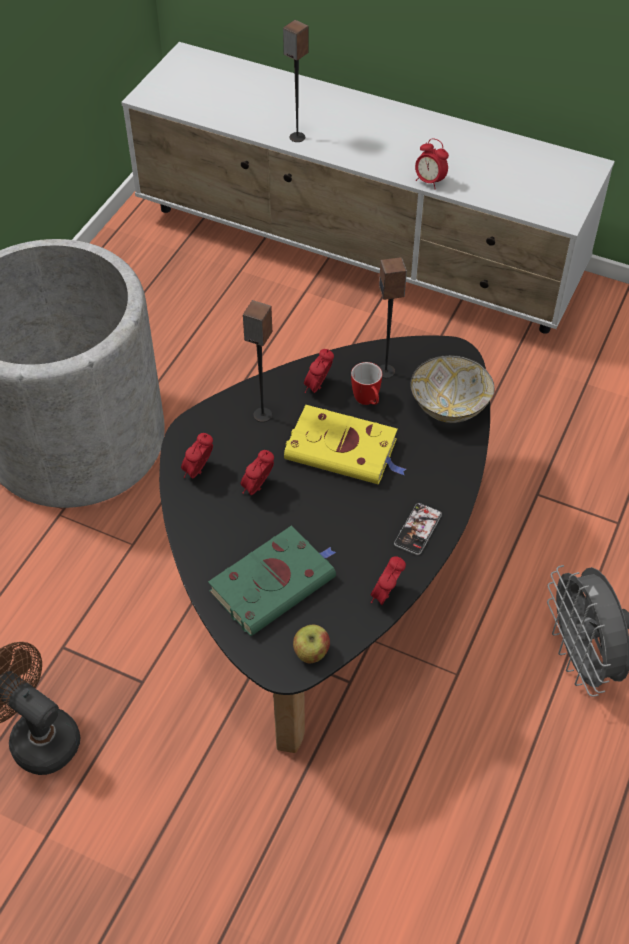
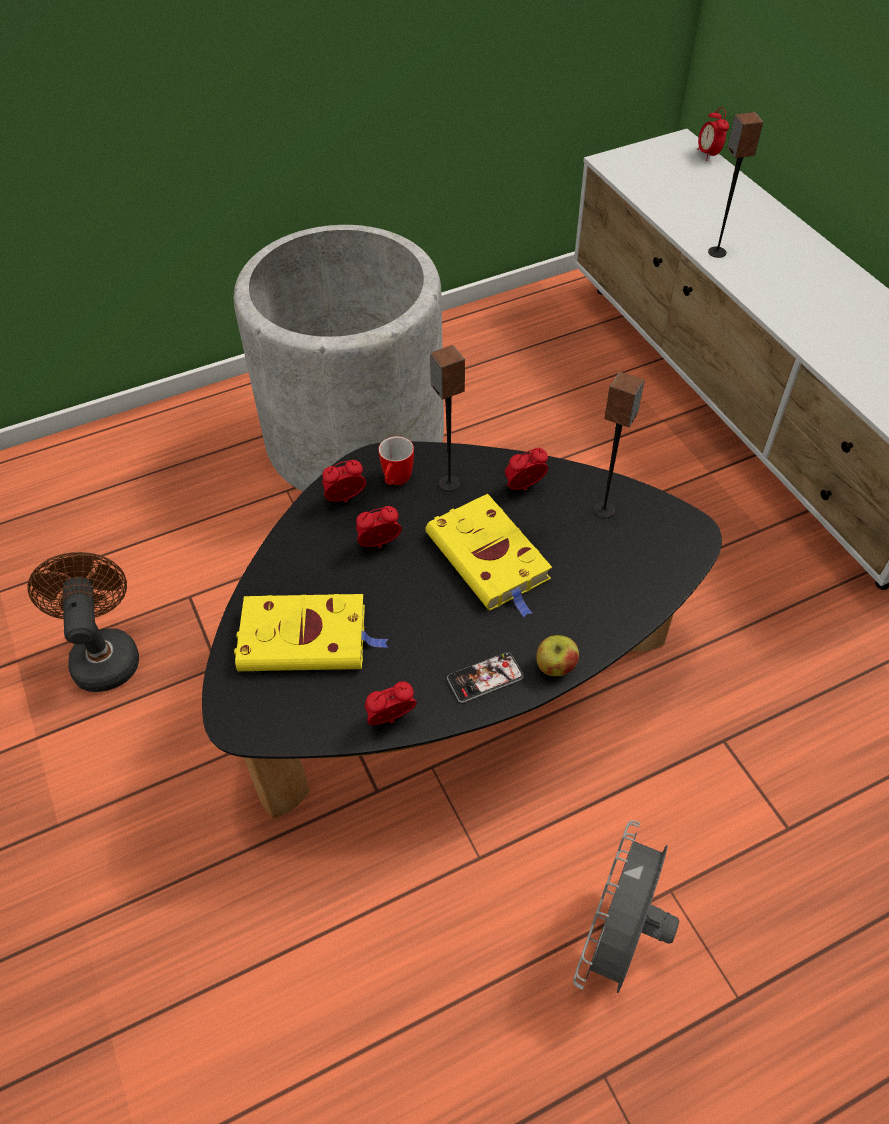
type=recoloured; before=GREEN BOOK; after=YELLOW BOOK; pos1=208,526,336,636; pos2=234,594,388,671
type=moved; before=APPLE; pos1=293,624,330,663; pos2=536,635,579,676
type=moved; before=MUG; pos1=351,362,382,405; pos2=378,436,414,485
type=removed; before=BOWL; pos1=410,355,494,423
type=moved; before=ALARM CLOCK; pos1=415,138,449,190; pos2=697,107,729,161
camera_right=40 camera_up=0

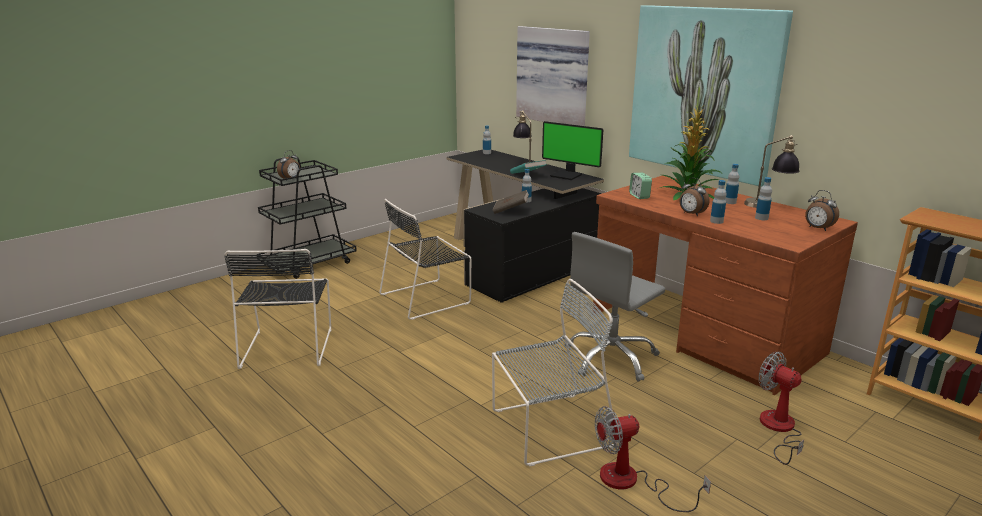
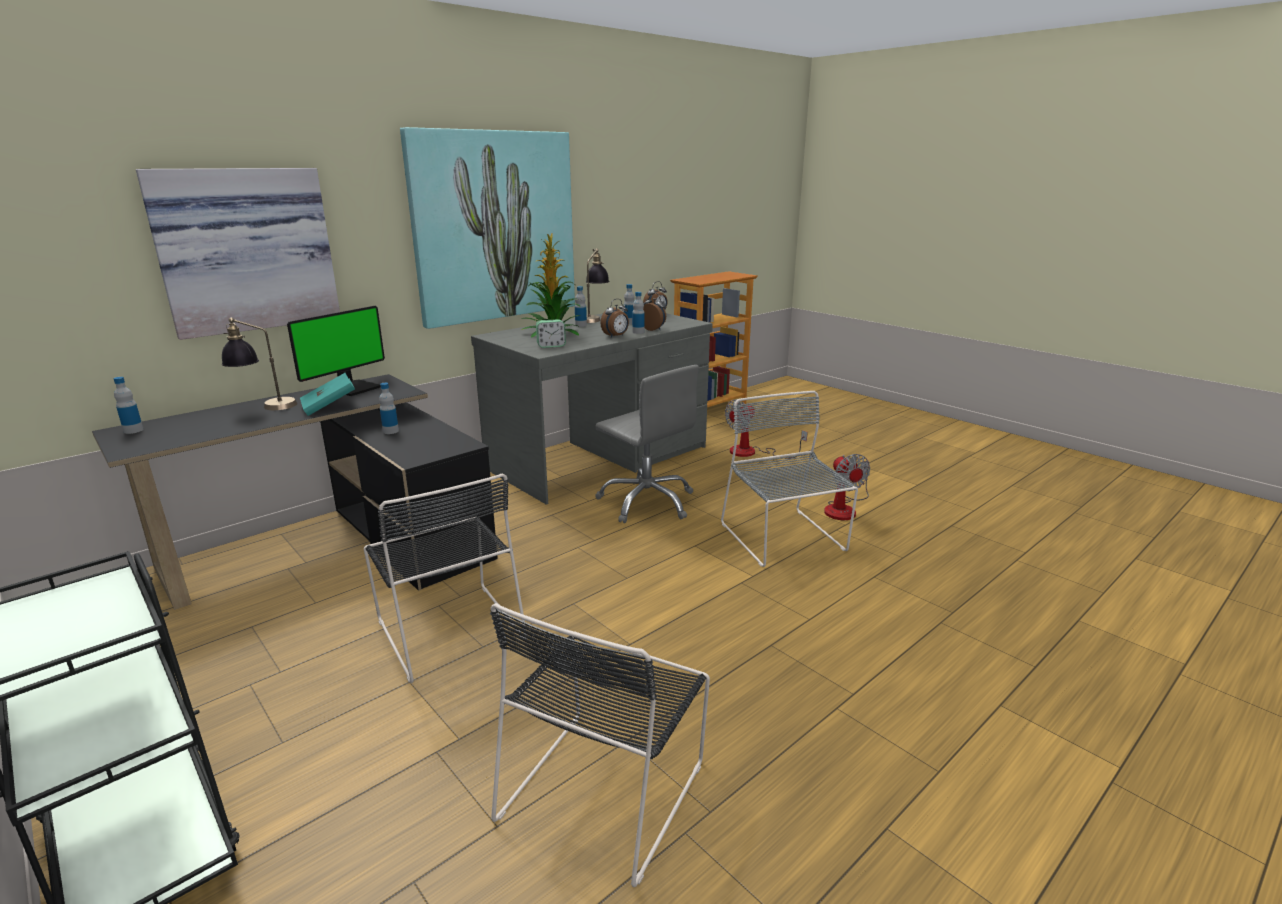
type=turned; before=BLACK CHAIR; pos1=224,249,331,369; pos2=490,603,710,887; turn=120
type=moved; before=ALARM CLOCK; pos1=277,150,300,181; pos2=643,293,666,331
type=removed; before=BROWN BOOK; pos1=492,190,529,214
type=recoloured; before=BROWN DESK; after=GREY DESK; pos1=592,176,858,395; pos2=471,310,713,505
camera_right=-90 camera_up=0

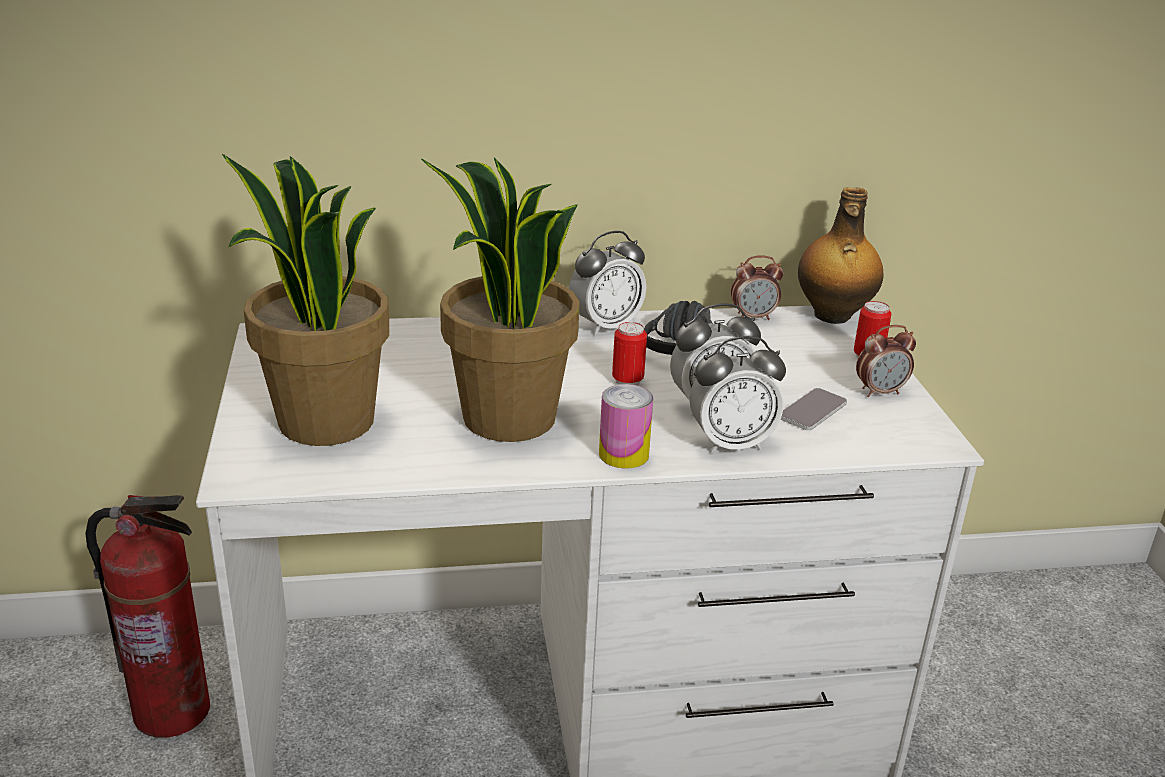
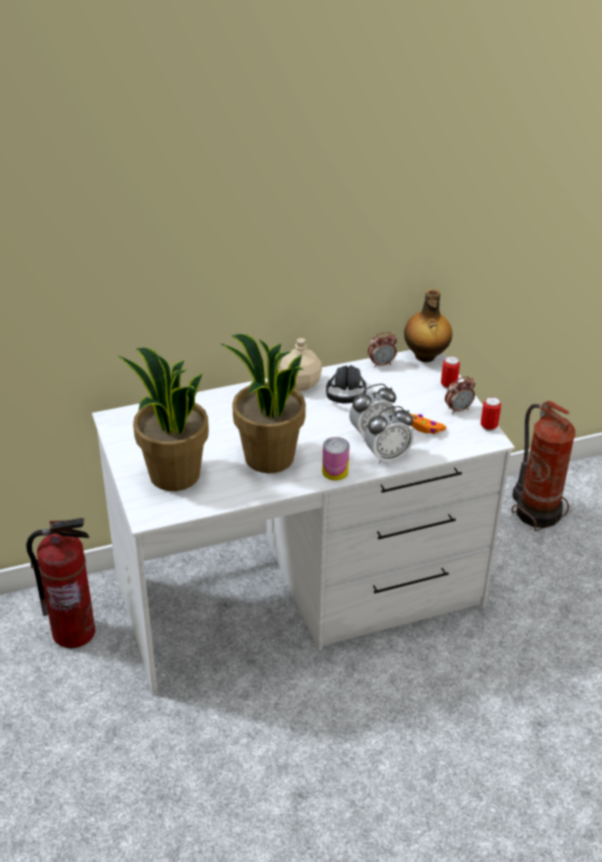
type=replaced; before=ALARM CLOCK; after=BEIGE BOTTLE; pos1=569,231,646,335; pos2=279,338,322,391
type=moved; before=CAN; pos1=612,322,647,386; pos2=481,397,501,431
type=replaced; before=PHONE; after=ORANGE GAME CONTROLLER; pos1=781,388,847,430; pos2=411,414,447,434
type=added; after=FIRE EXTINGUISHER; pos2=511,401,575,531
camera_right=-10 camera_up=10

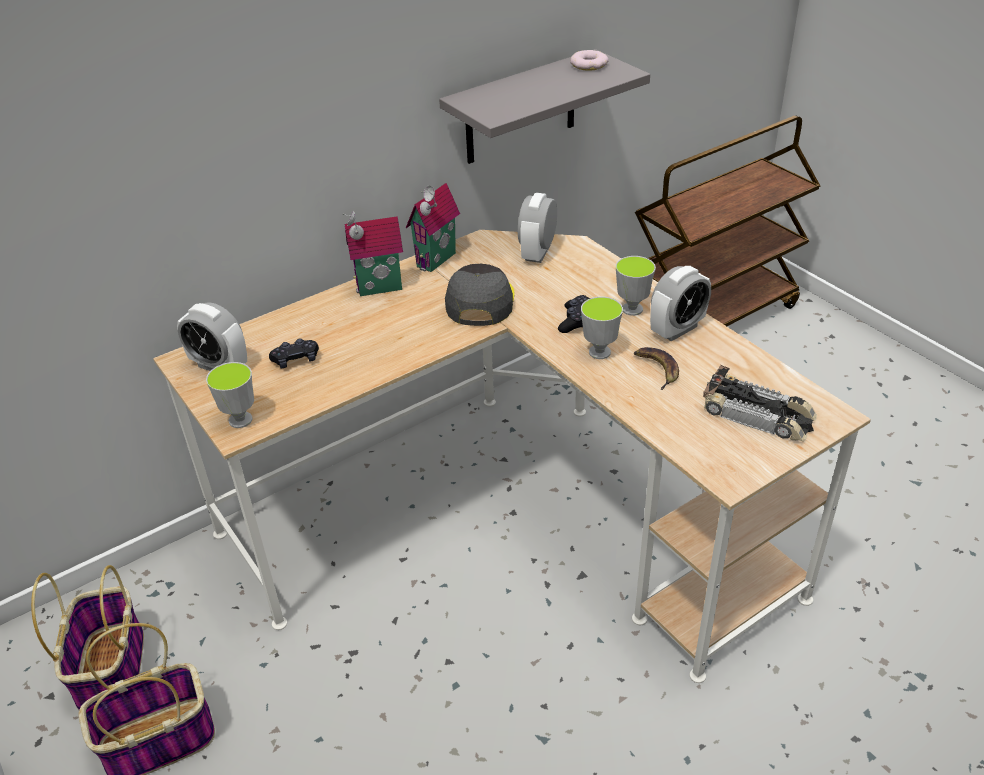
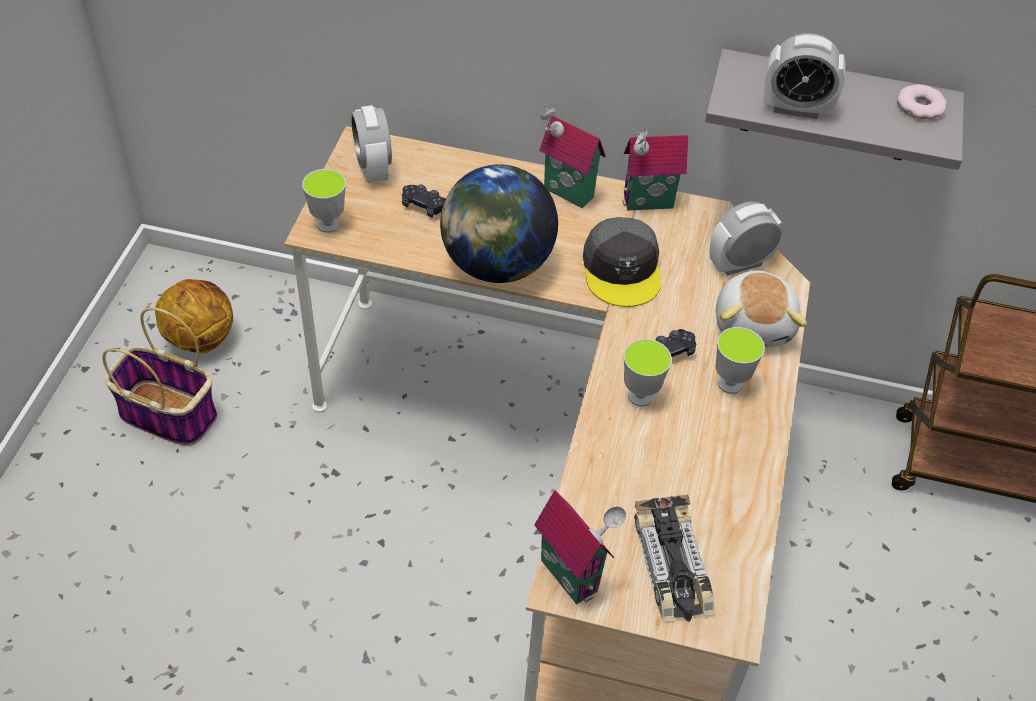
type=replaced; before=BASKET; after=BASKETBALL; pos1=31,565,144,710; pos2=155,279,233,353
type=turned; before=GREY CAP; pos1=445,264,515,326; pos2=583,217,661,307; turn=120
type=removed; before=BANANA; pos1=634,347,679,390
type=moved; before=ALARM CLOCK; pos1=650,266,711,341; pos2=764,33,845,119
type=added; after=GLOBE; pos2=440,164,558,283
type=added; after=TOY HOUSE; pos2=534,490,626,605
type=added; after=PLUSH TOY; pos2=716,271,807,347
camera_right=45 camera_up=10

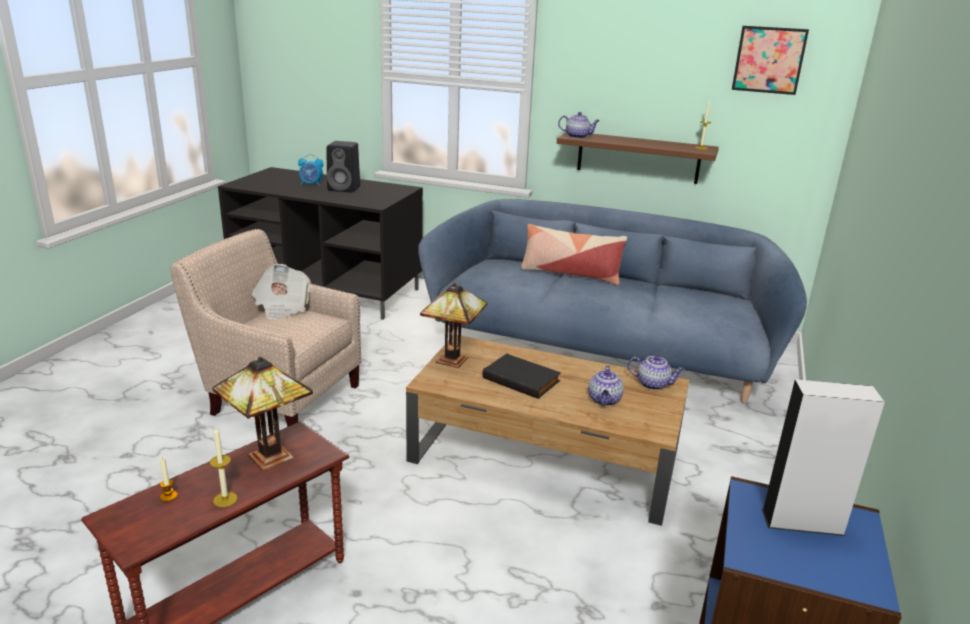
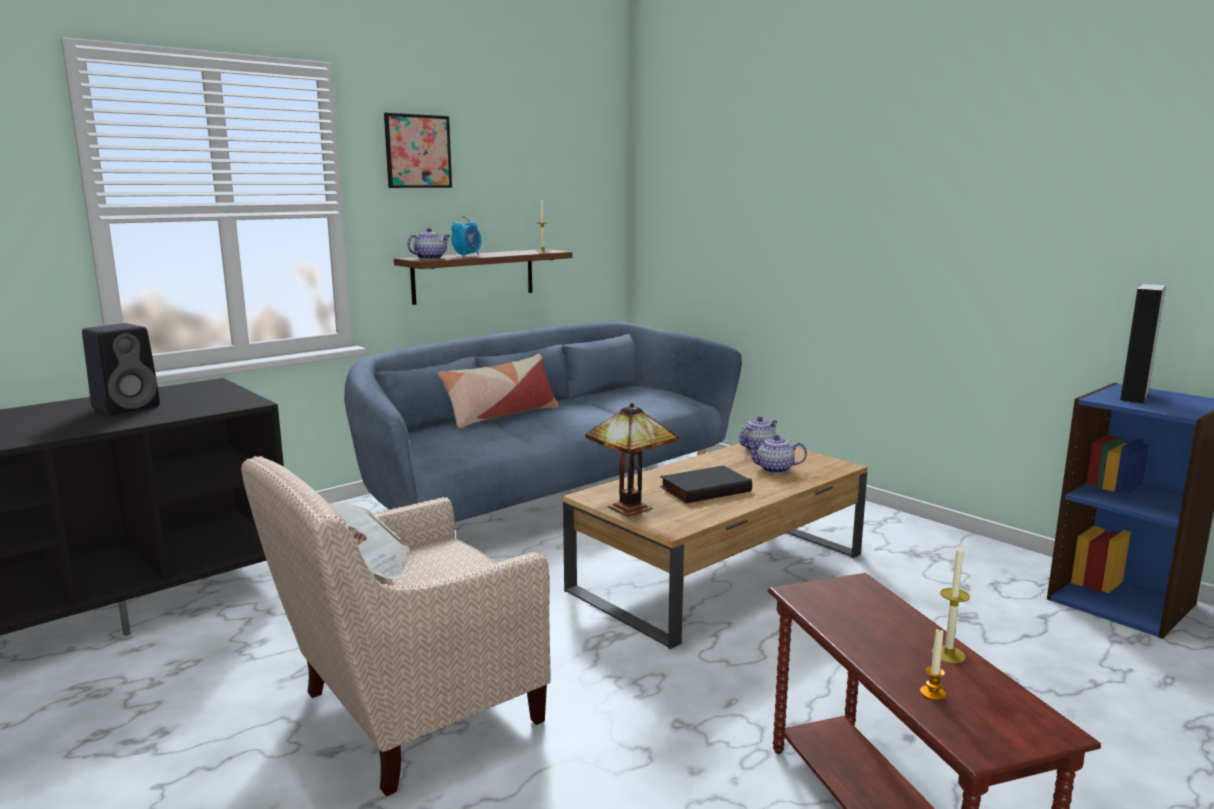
type=removed; before=TABLE LAMP; pos1=212,357,313,471
type=moved; before=ALARM CLOCK; pos1=298,154,323,186; pos2=451,216,481,257
type=turned; before=TEAPOT; pos1=588,365,624,406; pos2=746,435,807,473; turn=150
type=moved; before=PICTURE; pos1=732,26,809,95; pos2=384,113,452,188
camera_right=-60 camera_up=-10

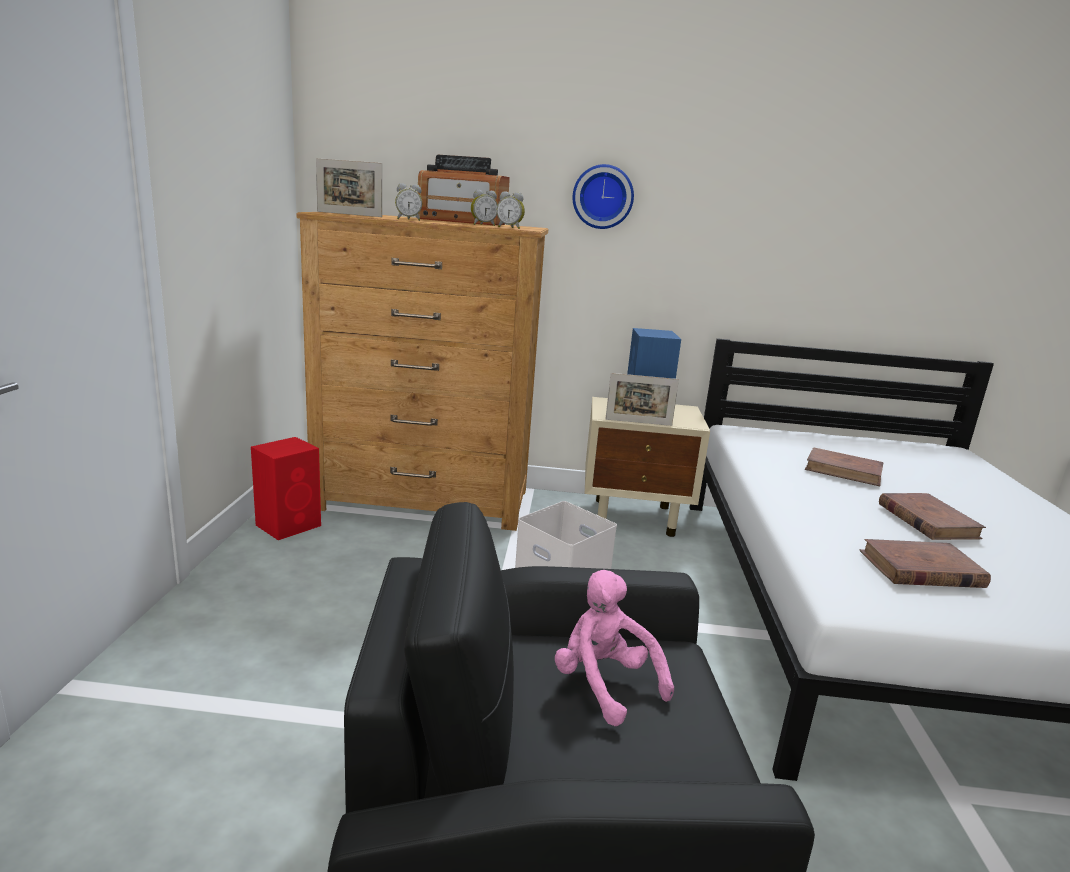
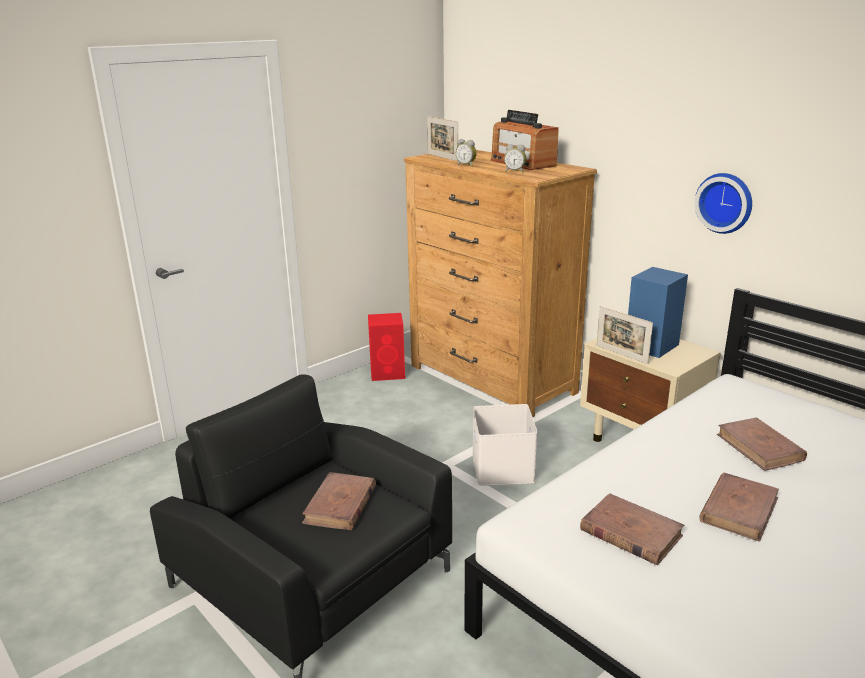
type=removed; before=ALARM CLOCK; pos1=497,191,525,229
type=replaced; before=PINK PLUSH TOY; after=BROWN BOOK; pos1=555,570,674,726; pos2=302,472,376,530
type=moved; before=WALL CLOCK; pos1=573,164,634,229; pos2=695,173,752,234
camera_right=45 camera_up=5

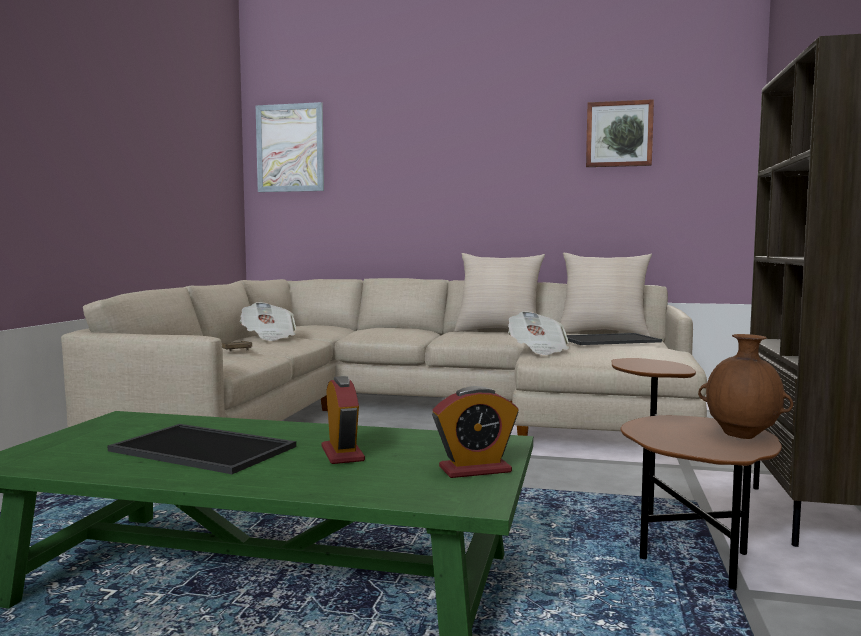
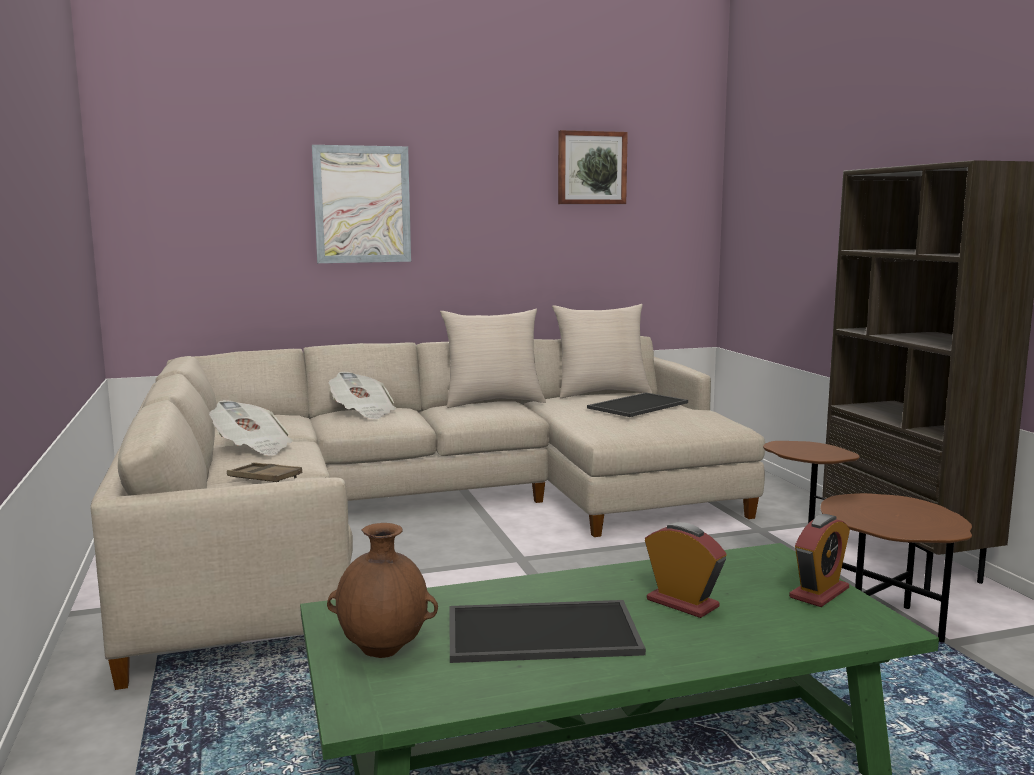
type=moved; before=PICTURE; pos1=256,102,324,192; pos2=312,145,411,263
type=moved; before=NEWSPAPER; pos1=508,311,569,355; pos2=329,372,397,420
type=moved; before=BROWN VASE; pos1=698,334,793,439; pos2=327,523,438,658
camera_right=-30 camera_up=5

